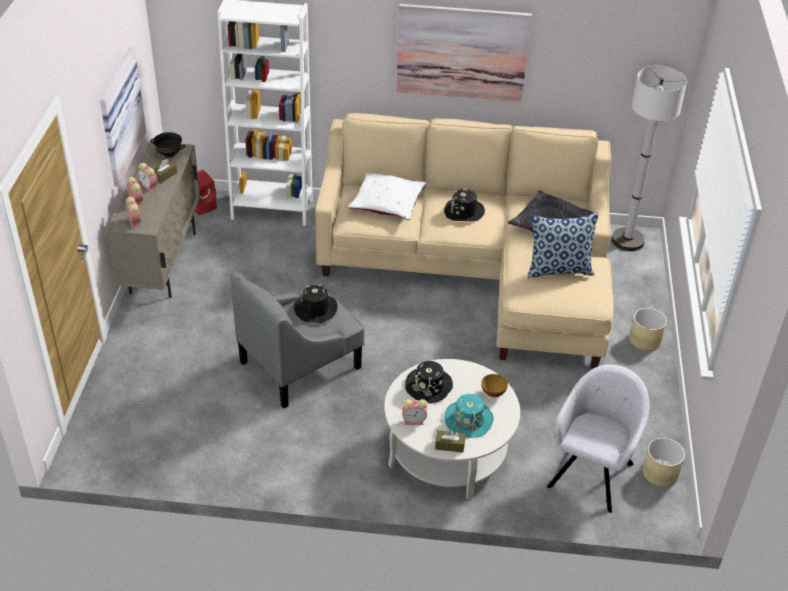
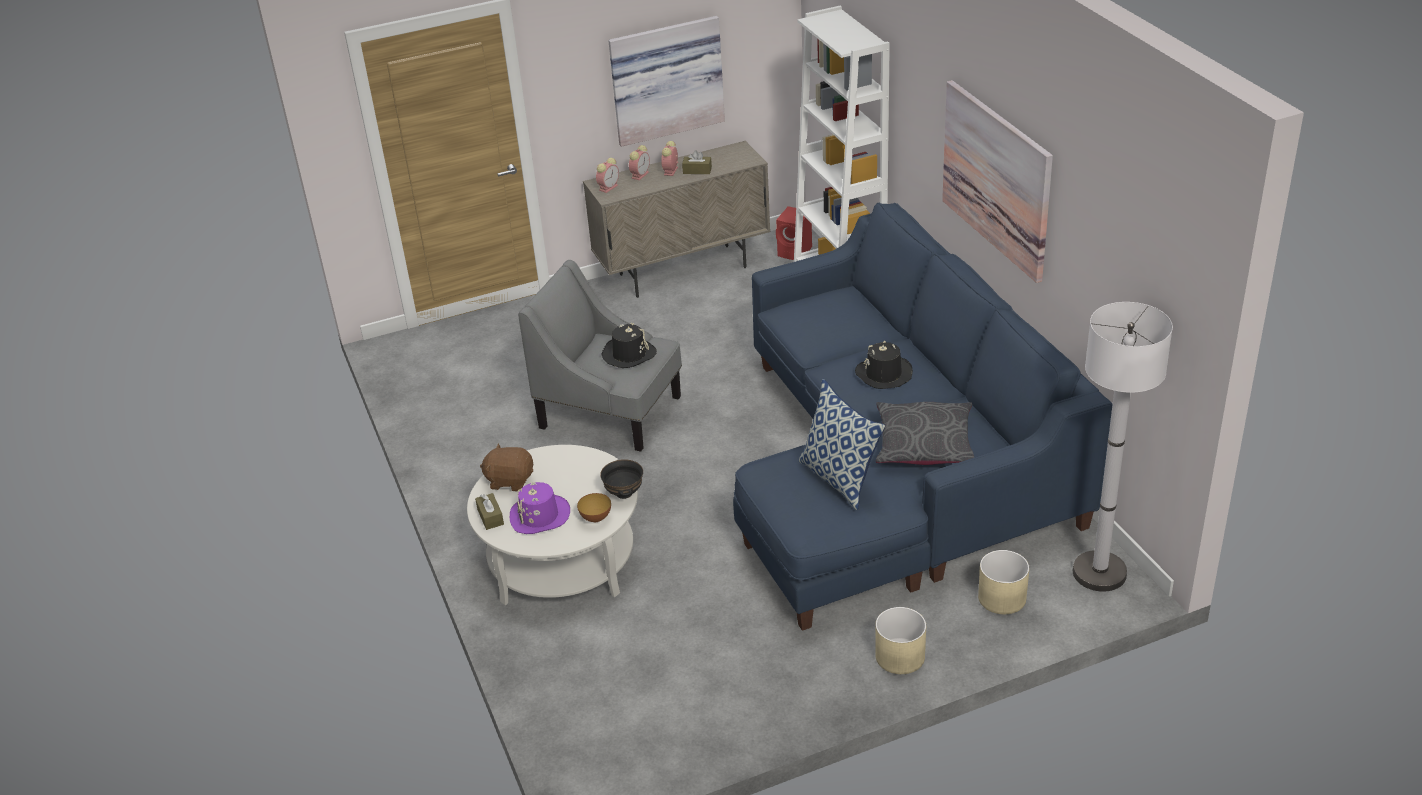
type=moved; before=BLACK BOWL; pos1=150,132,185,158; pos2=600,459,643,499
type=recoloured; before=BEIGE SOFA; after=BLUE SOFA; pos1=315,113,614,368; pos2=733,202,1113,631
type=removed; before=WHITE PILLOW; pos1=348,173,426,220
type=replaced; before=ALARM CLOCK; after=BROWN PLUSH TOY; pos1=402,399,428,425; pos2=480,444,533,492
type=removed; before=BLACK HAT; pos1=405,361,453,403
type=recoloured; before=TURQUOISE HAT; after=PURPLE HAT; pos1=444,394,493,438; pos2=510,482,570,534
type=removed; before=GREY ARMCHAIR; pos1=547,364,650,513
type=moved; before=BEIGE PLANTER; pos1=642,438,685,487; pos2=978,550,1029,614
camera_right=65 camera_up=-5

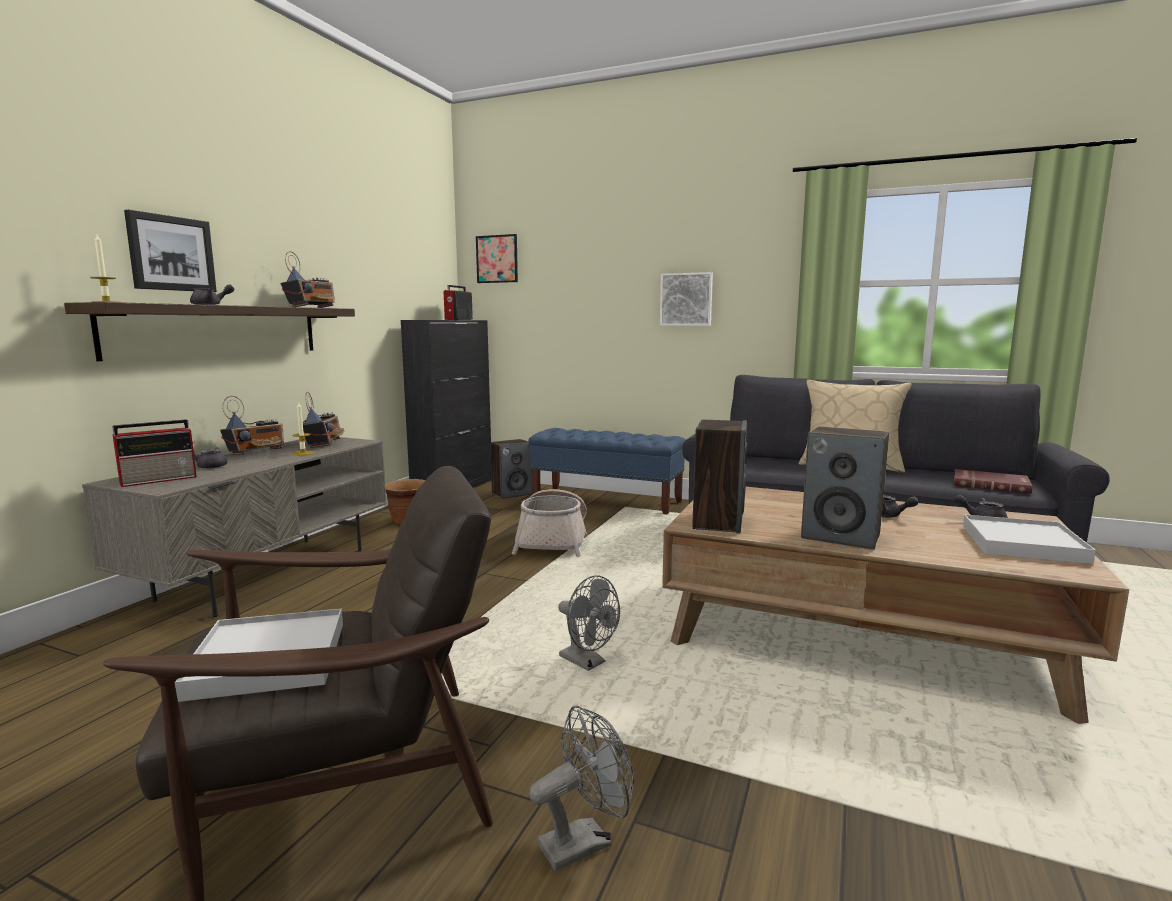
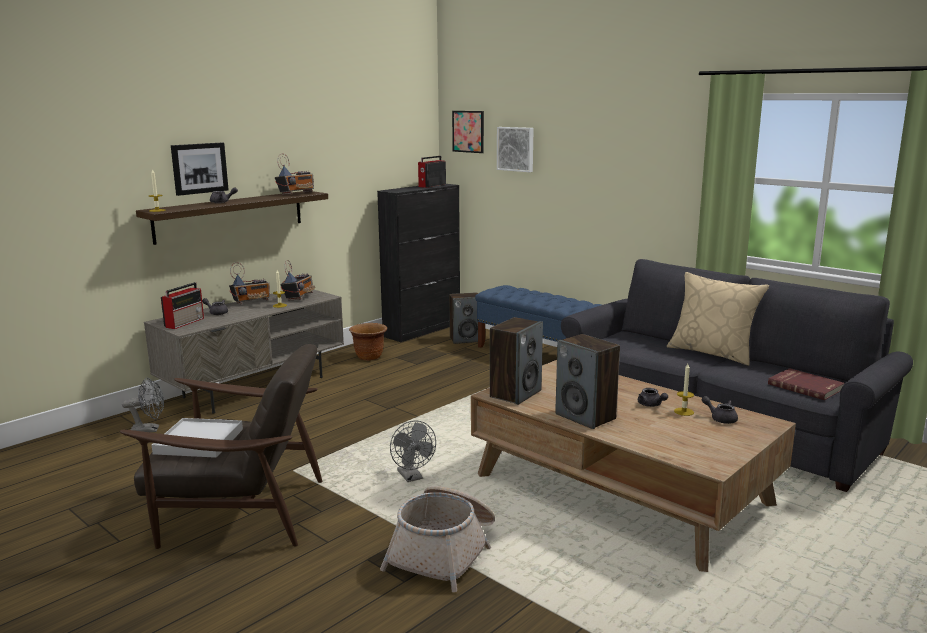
type=turned; before=RADIO; pos1=112,420,197,487; pos2=161,282,204,329; turn=-45
type=moved; before=BASKET; pos1=512,489,587,557; pos2=380,486,495,592
type=moved; before=GREY FAN; pos1=529,706,634,871; pos2=122,378,164,432
type=moved; before=PICTURE; pos1=660,272,713,326; pos2=497,127,534,172
type=removed; before=WHITE TRAY; pos1=963,515,1096,564
type=added; after=CANDLE; pos2=674,364,694,416
camera_right=20 camera_up=5

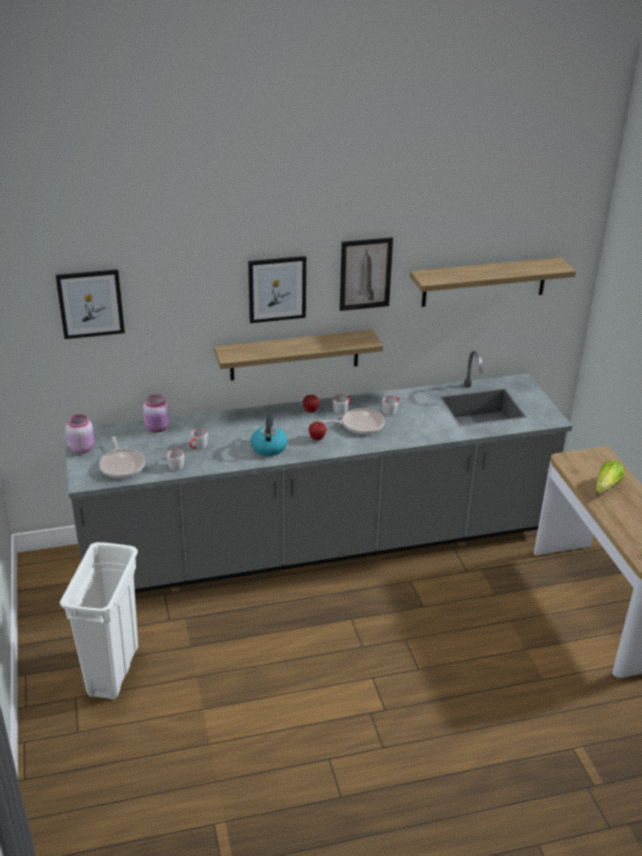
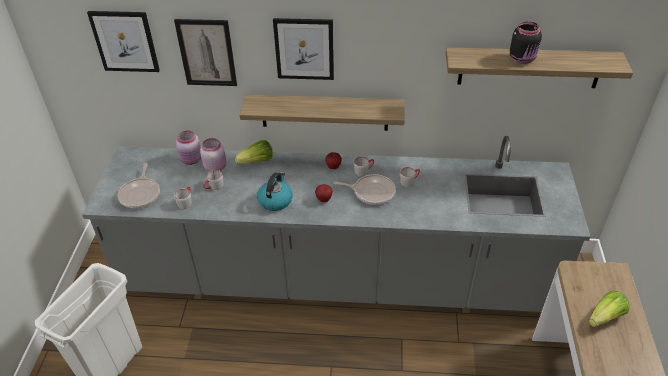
type=moved; before=PINK JAR; pos1=66,414,94,453; pos2=200,138,226,172
type=moved; before=PICTURE; pos1=340,237,393,311; pos2=174,19,237,86
type=added; after=LETTUCE; pos2=235,140,273,164
type=added; after=BLACK JAR; pos2=510,21,542,64
camera_right=20 camera_up=10

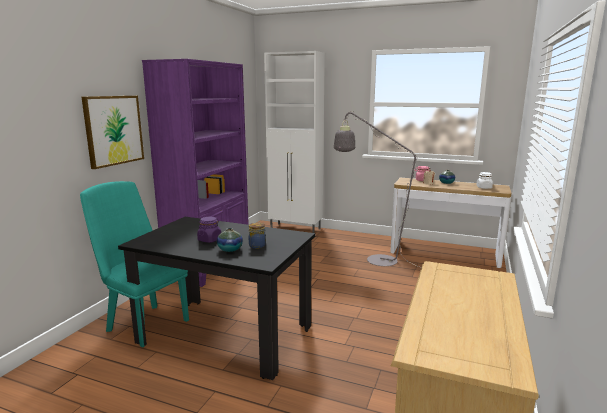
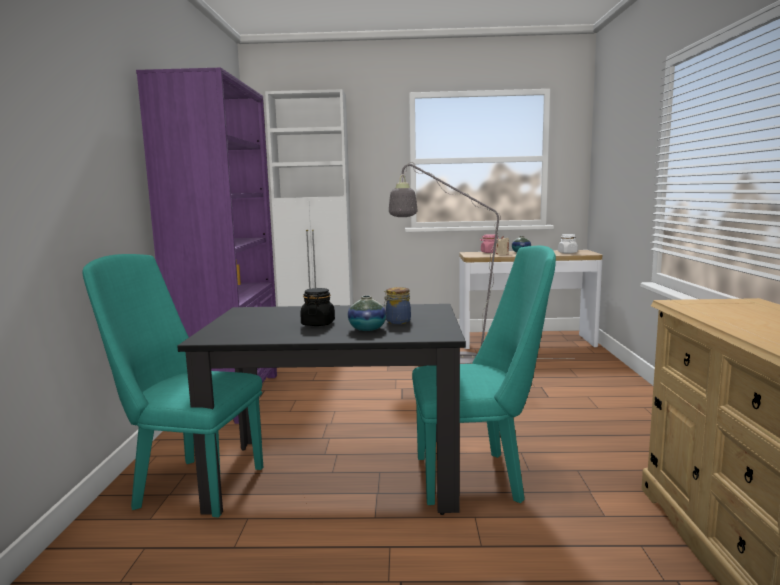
type=removed; before=PICTURE; pos1=82,96,144,169
type=recoloured; before=PURPLE JAR; after=BLACK JAR; pos1=197,217,221,243; pos2=300,288,335,326
type=added; after=TURQUOISE CHAIR; pos2=412,246,556,505
camera_right=-20 camera_up=-5

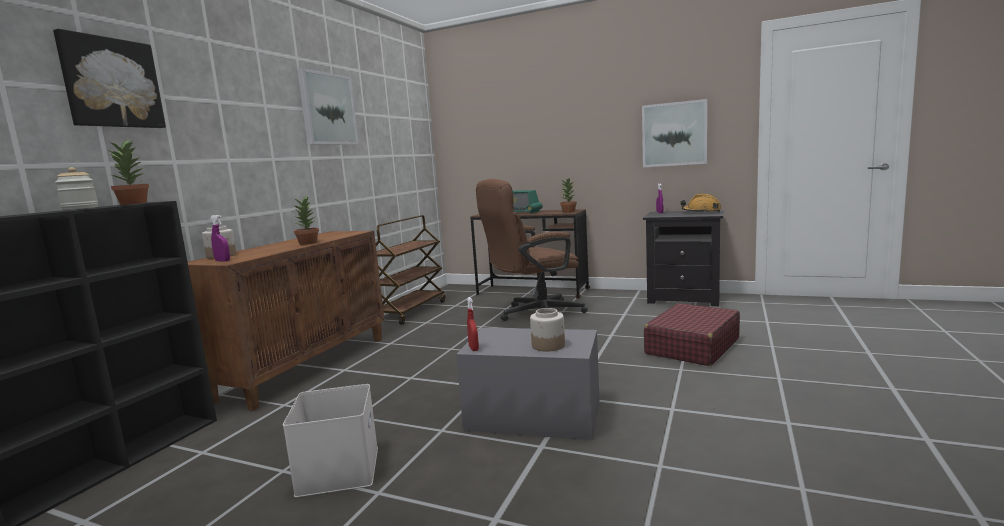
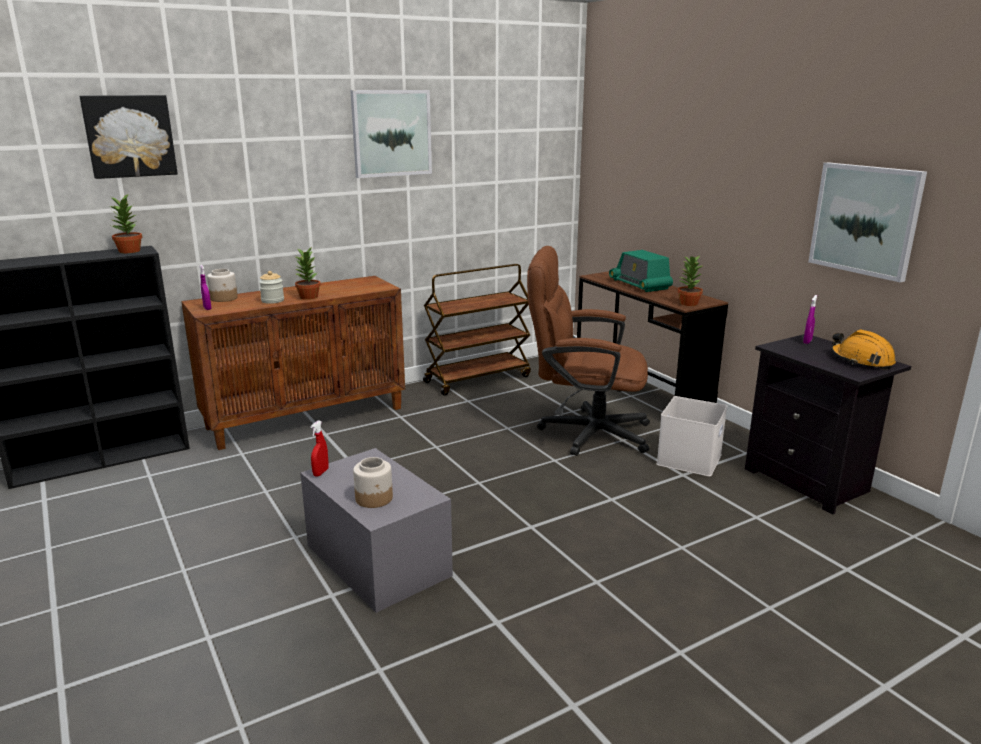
type=moved; before=JAR; pos1=55,167,99,210; pos2=259,271,284,304
type=moved; before=WHITE STORAGE BOX; pos1=283,384,378,497; pos2=657,396,727,477
type=removed; before=RED SUITCASE; pos1=644,303,740,366
camera_right=35 camera_up=10

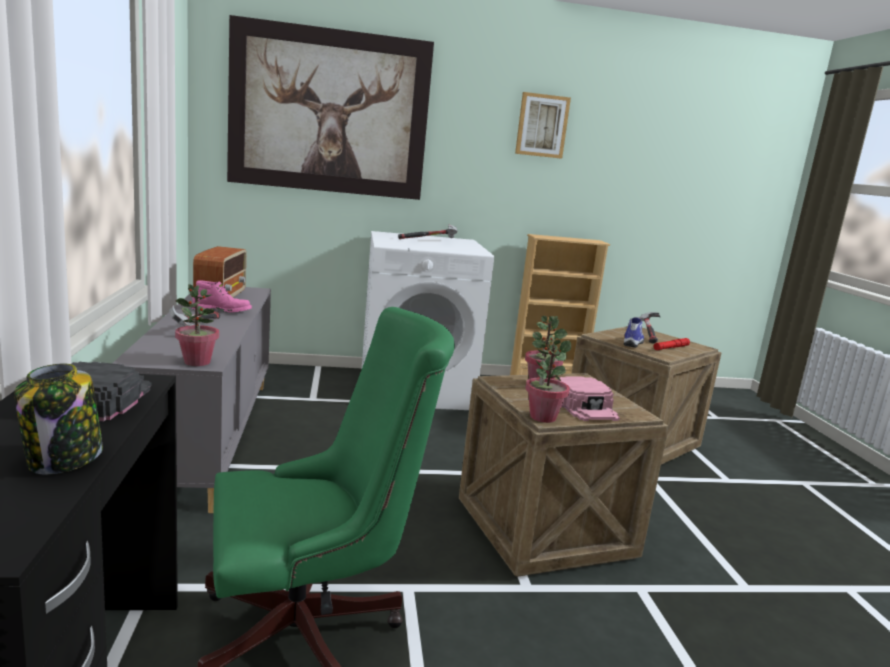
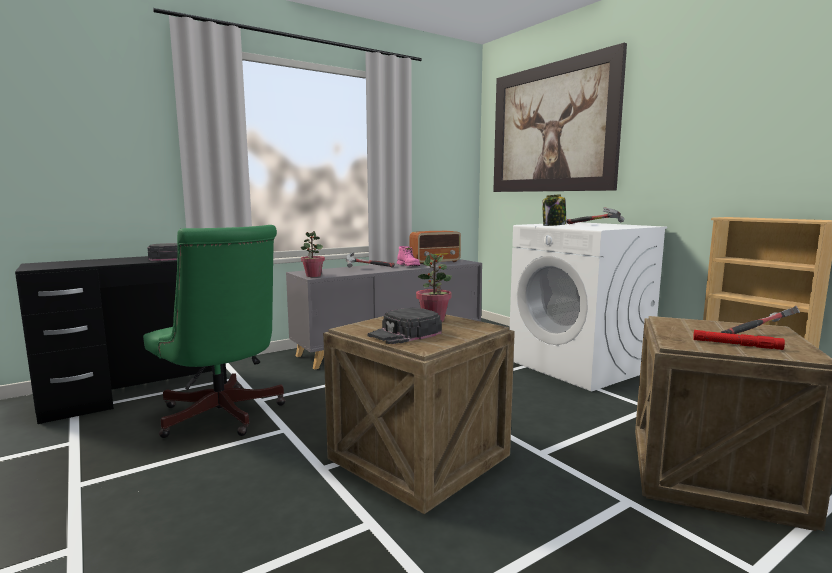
type=moved; before=JAR; pos1=14,364,103,474; pos2=542,194,567,226
type=removed; before=PICTURE; pos1=515,92,571,159
type=removed; before=POTTED PLANT; pos1=525,337,571,423
type=recoloured; before=PINK CAP; after=BLACK CAP; pos1=557,376,620,421; pos2=367,307,442,344
type=removed; before=SHOE; pos1=624,317,644,348
camera_right=65 camera_up=-5

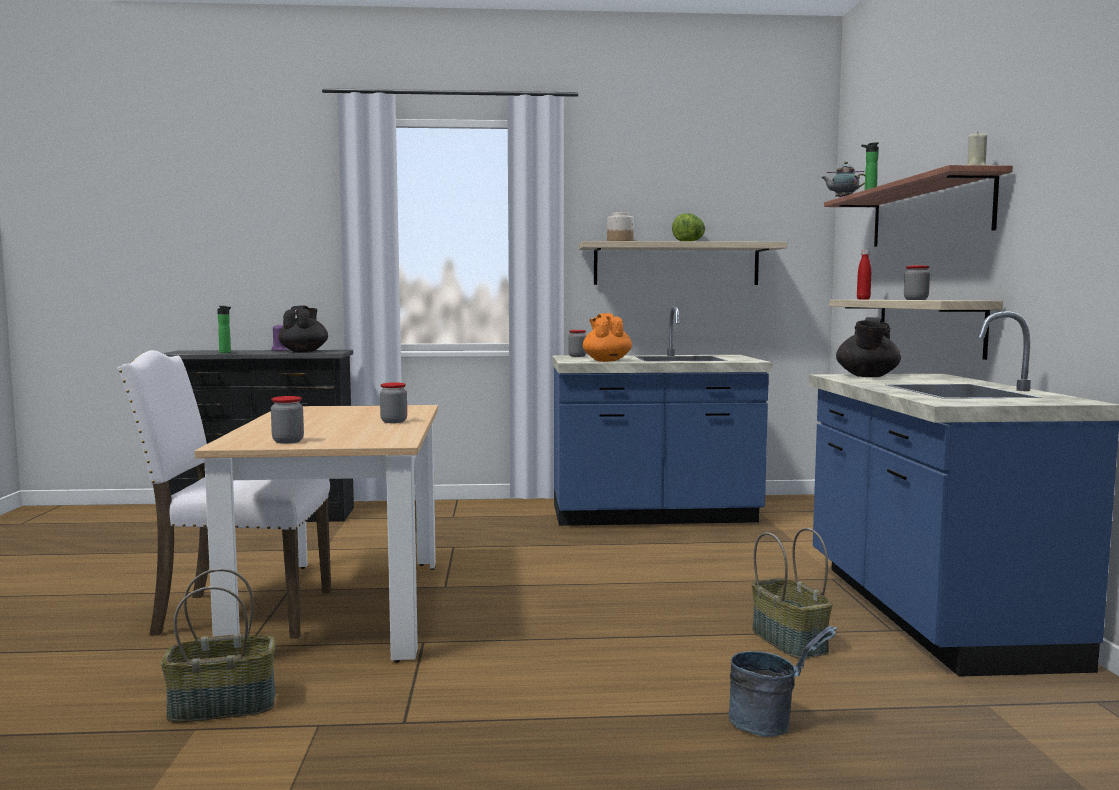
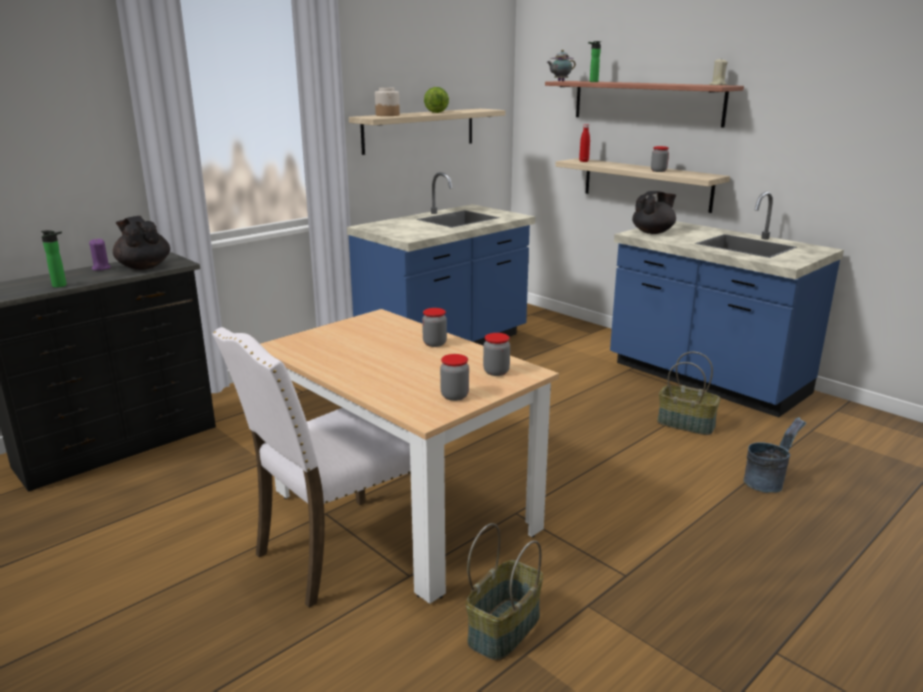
type=moved; before=JAR; pos1=568,330,586,357; pos2=483,333,510,376
type=removed; before=ORANGE TEAPOT; pos1=583,313,632,362
type=turned; before=BLACK TEAPOT; pos1=836,317,901,377; pos2=632,191,676,234; turn=-105
camera_right=-40 camera_up=15

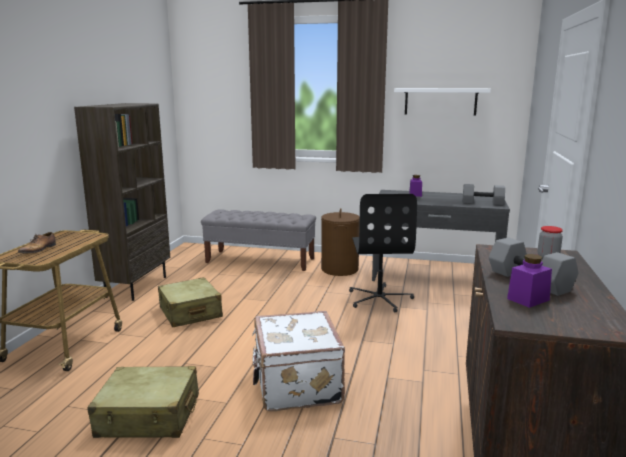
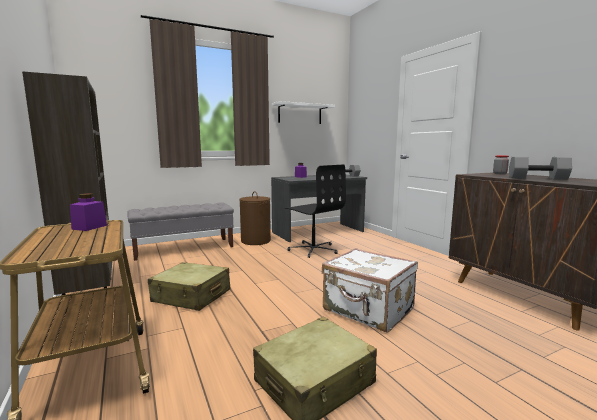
type=removed; before=SHOE; pos1=18,232,56,253
type=moved; before=PURPLE JAR; pos1=507,254,552,308; pos2=70,193,107,231
camera_right=-40 camera_up=-5

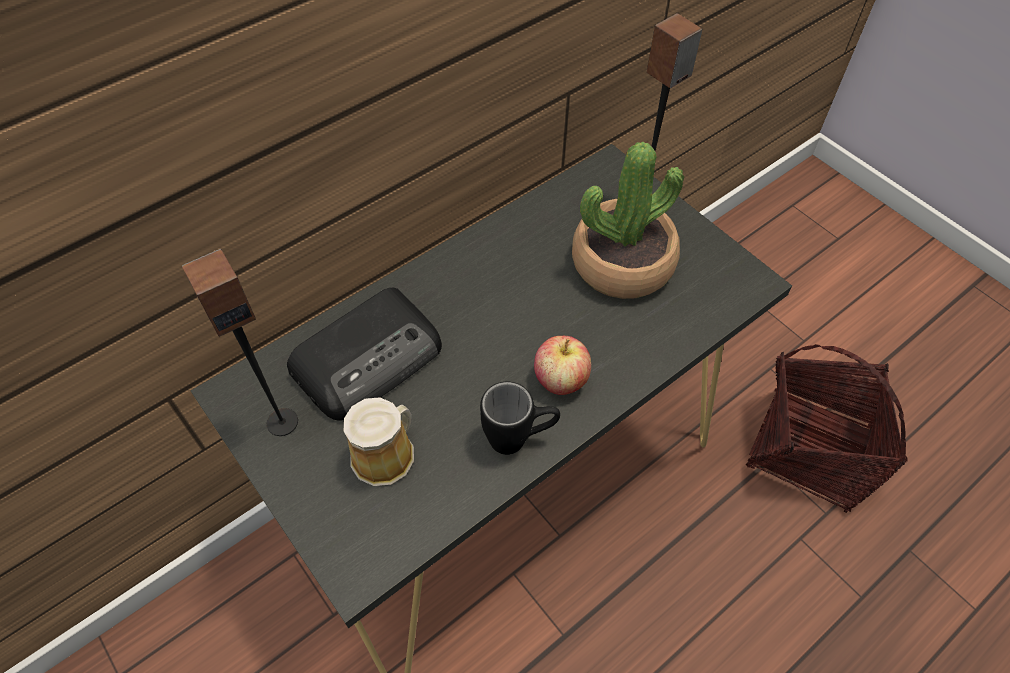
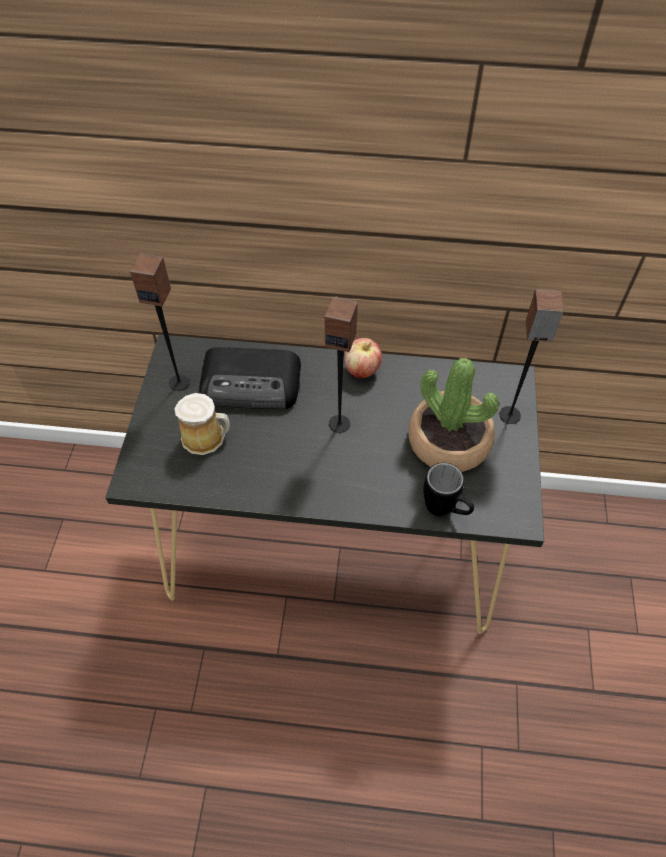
type=moved; before=BLACK MUG; pos1=480,382,560,455; pos2=423,463,474,516
type=moved; before=APPLE; pos1=534,336,591,395; pos2=344,338,382,378
type=removed; before=BASKET; pos1=746,344,908,513
type=added; after=SPEAKER; pos2=325,297,358,433
camera_right=45 camera_up=0

